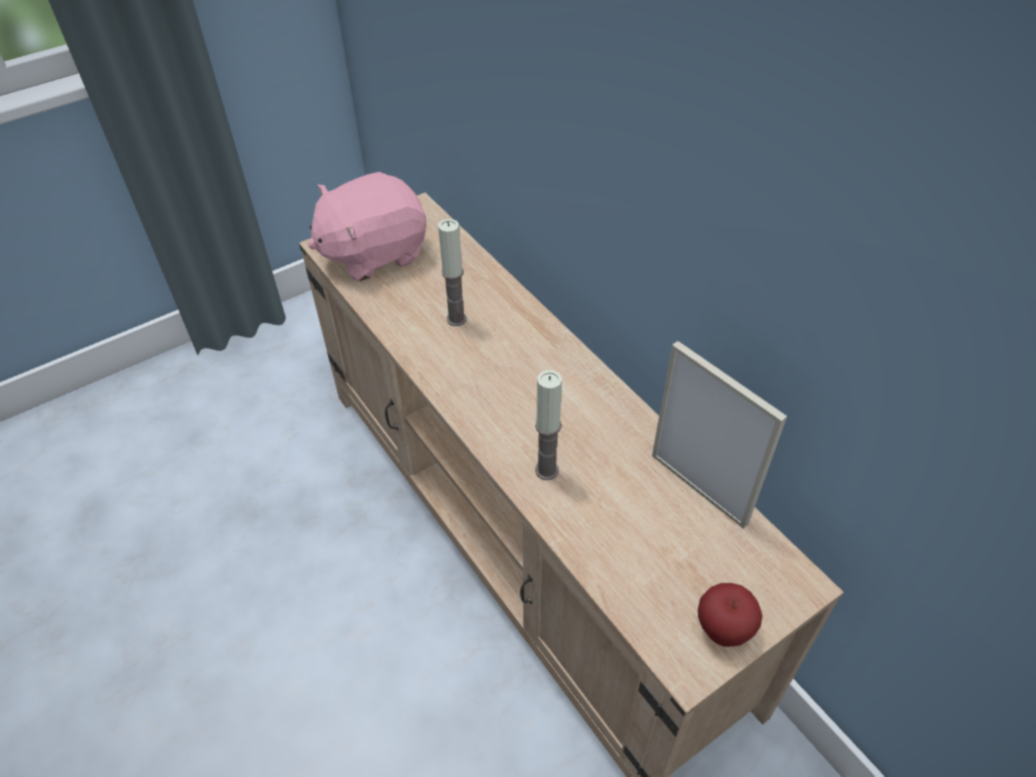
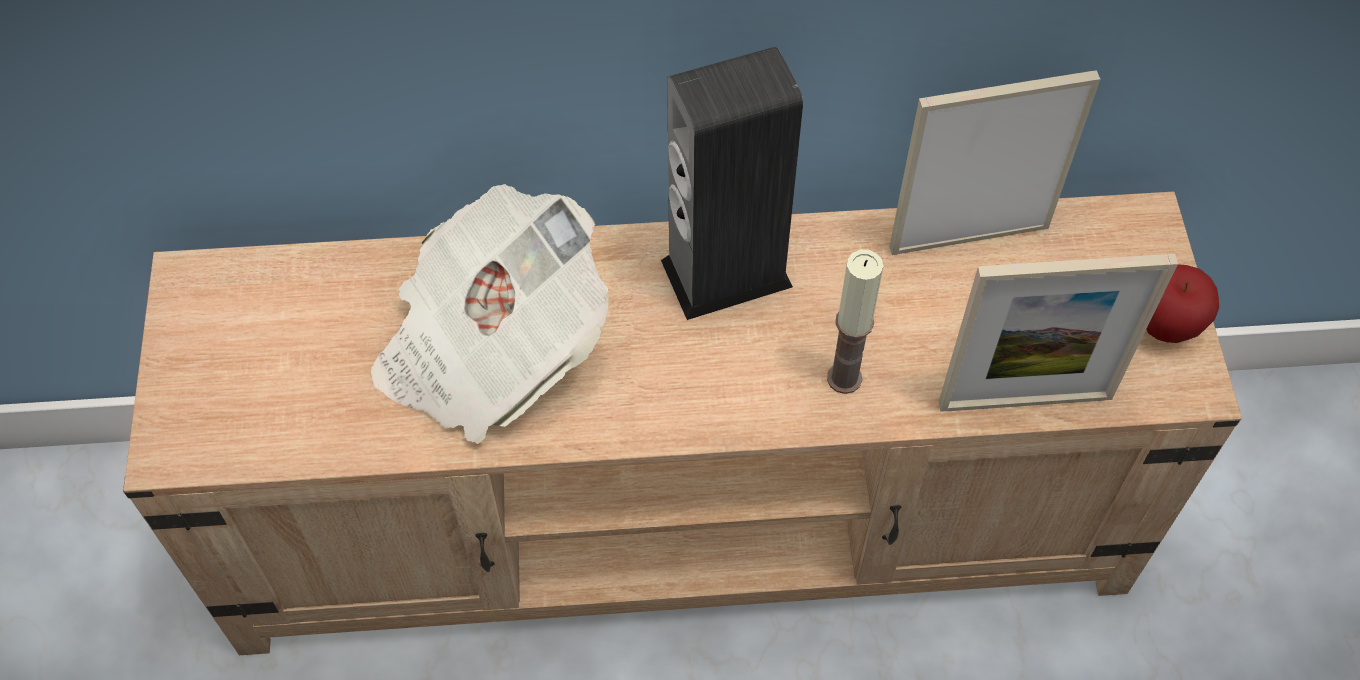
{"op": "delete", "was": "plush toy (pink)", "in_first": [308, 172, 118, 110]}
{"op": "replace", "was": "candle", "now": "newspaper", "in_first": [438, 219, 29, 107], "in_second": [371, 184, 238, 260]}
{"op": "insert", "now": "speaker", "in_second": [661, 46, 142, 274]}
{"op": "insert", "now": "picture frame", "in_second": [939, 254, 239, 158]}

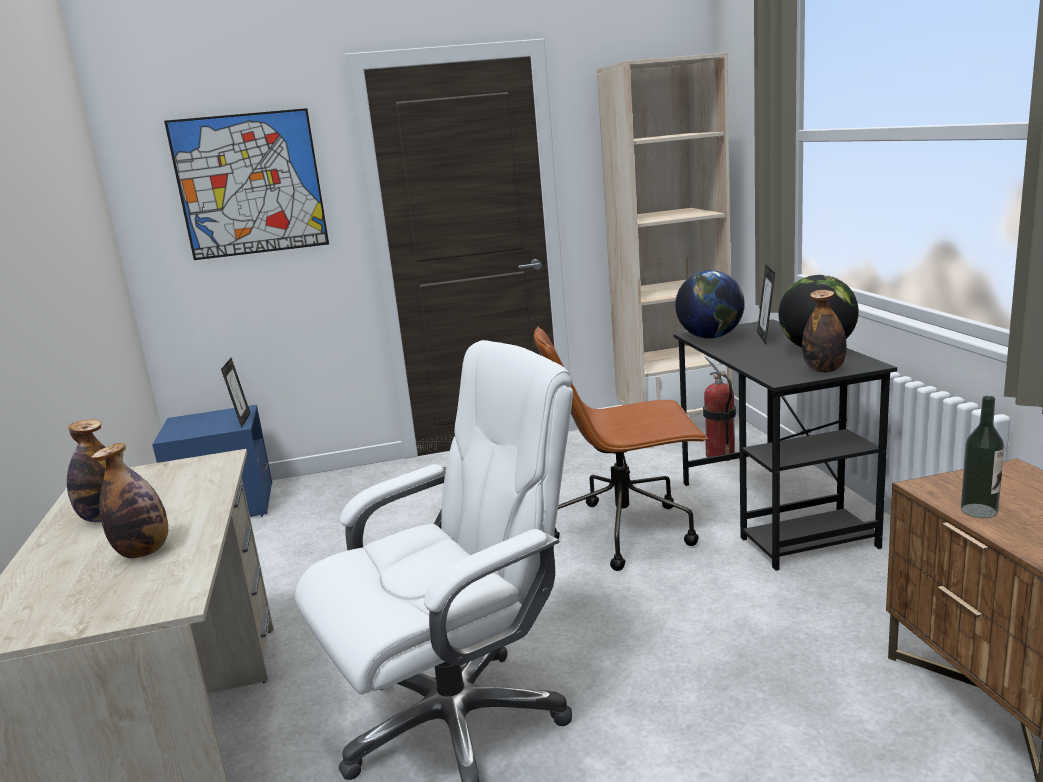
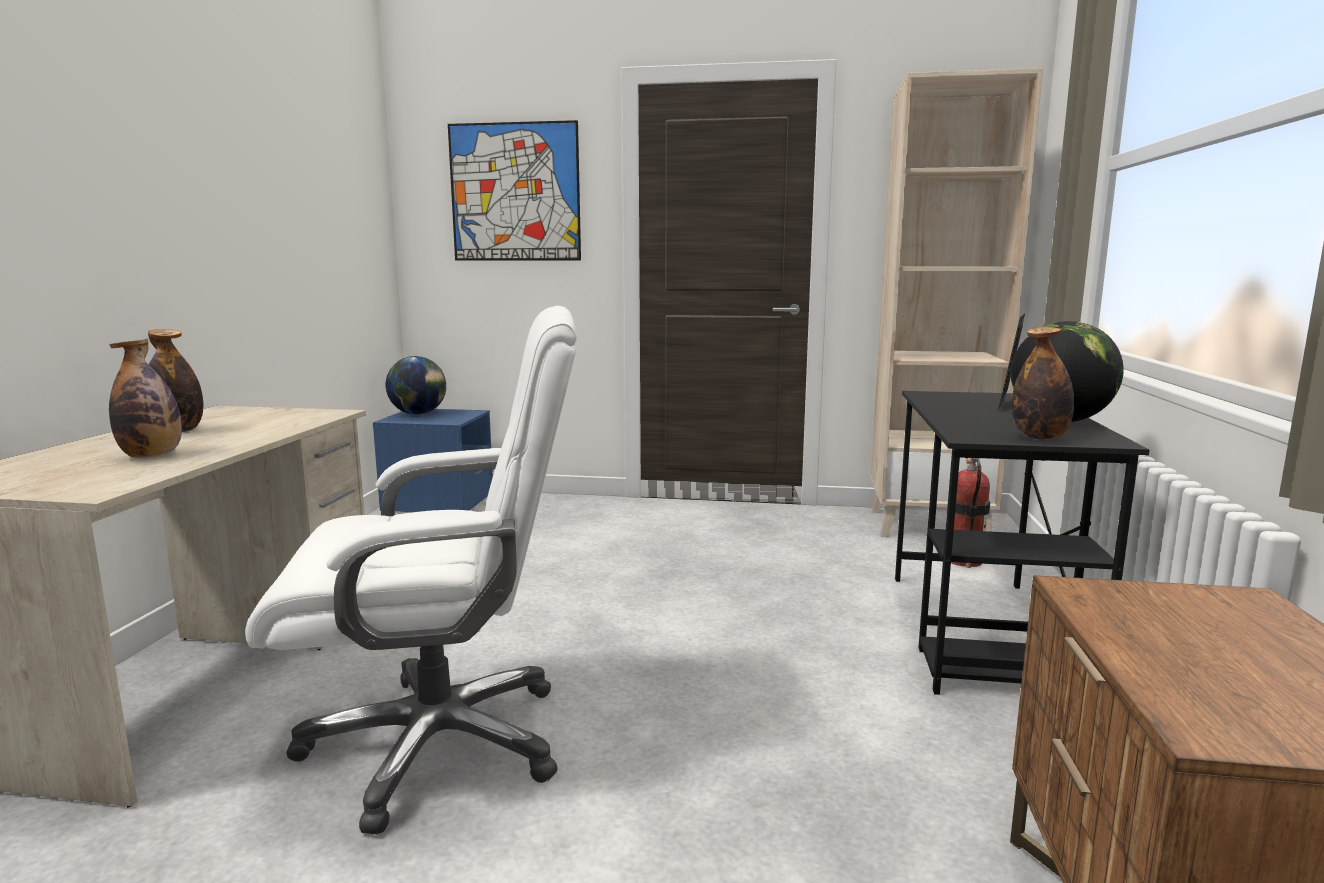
{"op": "delete", "was": "picture frame", "in_first": [221, 358, 29, 70]}
{"op": "delete", "was": "office chair (brown)", "in_first": [534, 327, 174, 244]}
{"op": "move", "was": "globe", "in_first": [675, 270, 70, 69], "in_second": [386, 356, 60, 59]}
{"op": "delete", "was": "bottle", "in_first": [961, 396, 43, 122]}

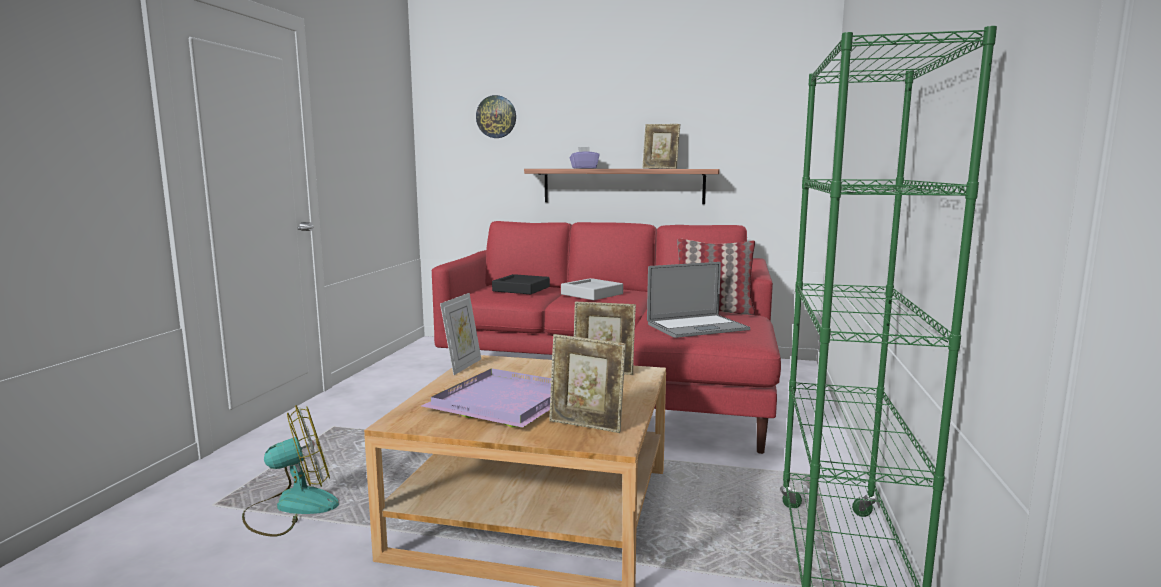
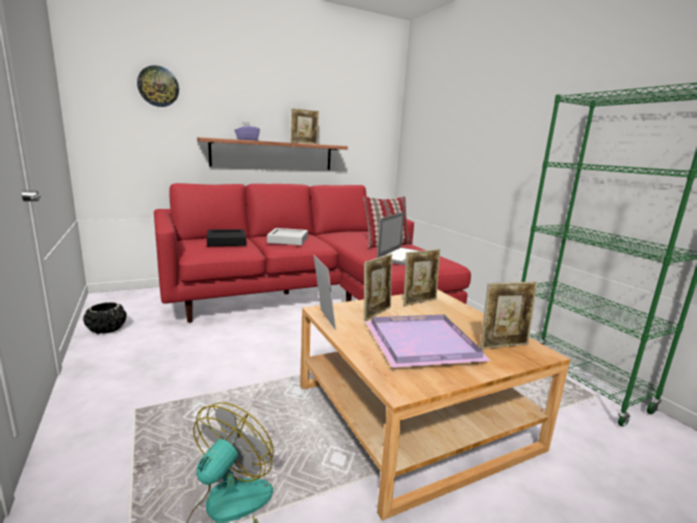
{"op": "insert", "now": "planter (black)", "in_second": [83, 302, 44, 32]}
{"op": "insert", "now": "picture frame", "in_second": [364, 254, 28, 67]}

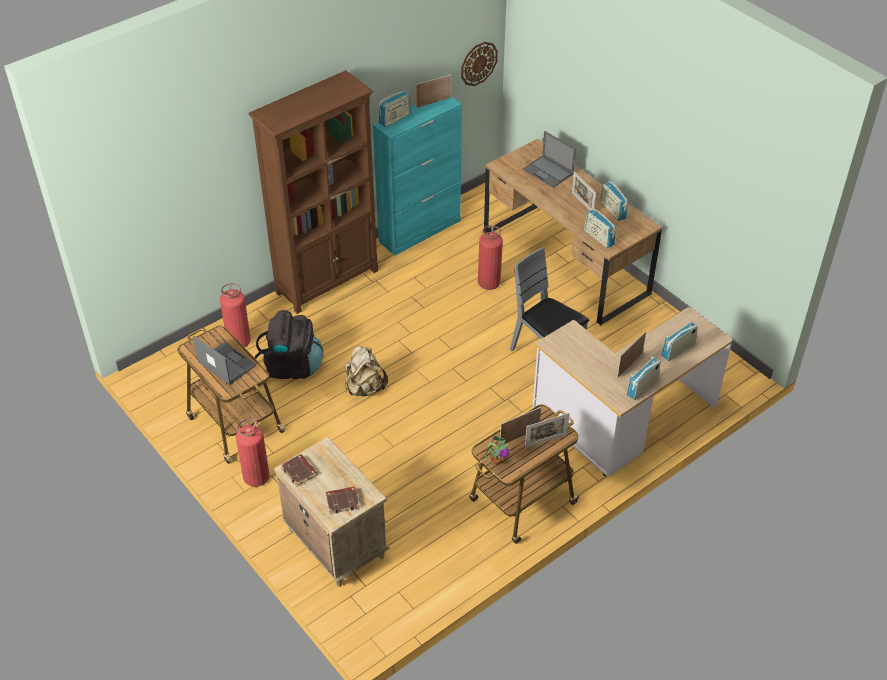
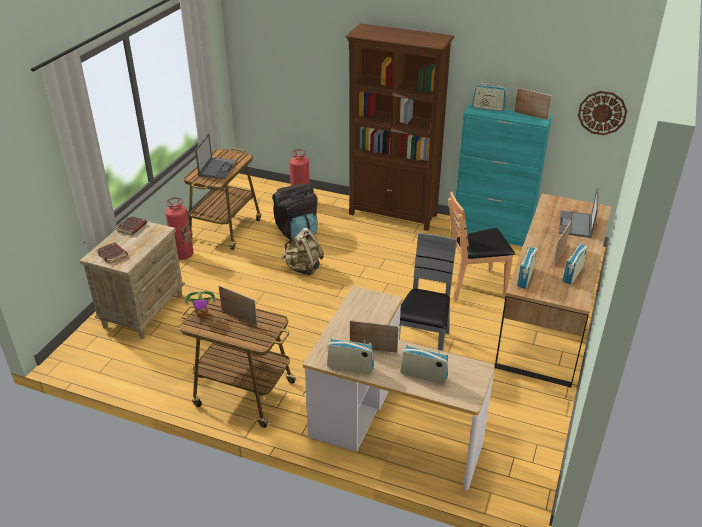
{"op": "replace", "was": "fire extinguisher", "now": "chair (brown)", "in_first": [478, 225, 25, 65], "in_second": [448, 192, 67, 110]}
{"op": "delete", "was": "picture frame", "in_first": [525, 413, 45, 35]}

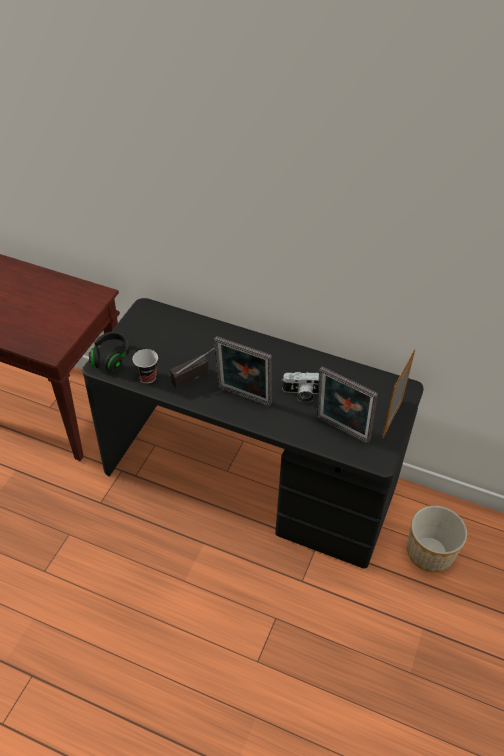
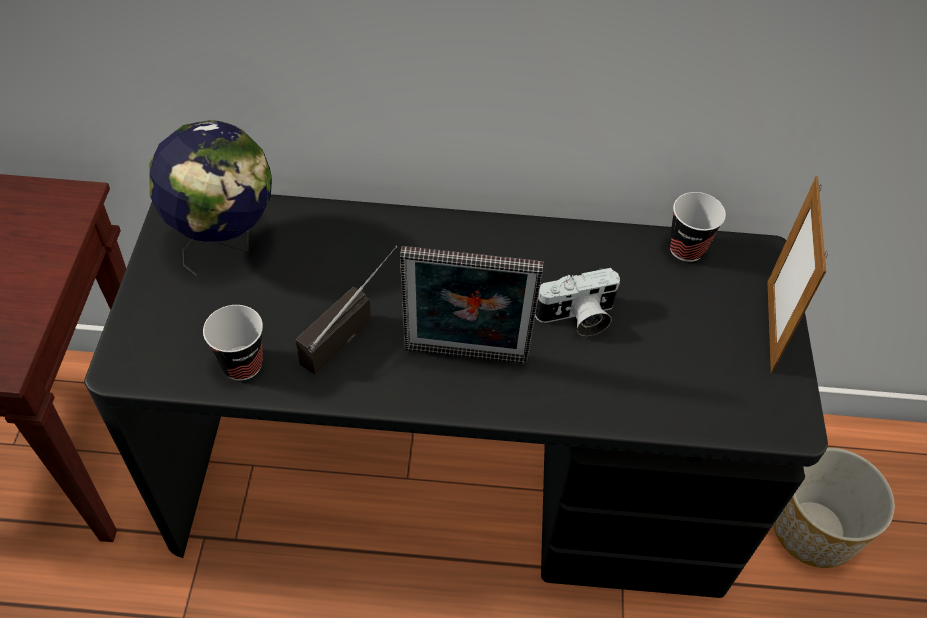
{"op": "delete", "was": "headphones (black)", "in_first": [89, 331, 41, 40]}
{"op": "delete", "was": "picture frame", "in_first": [316, 367, 62, 77]}
{"op": "insert", "now": "globe", "in_second": [149, 120, 123, 156]}
{"op": "insert", "now": "cup", "in_second": [669, 192, 57, 70]}

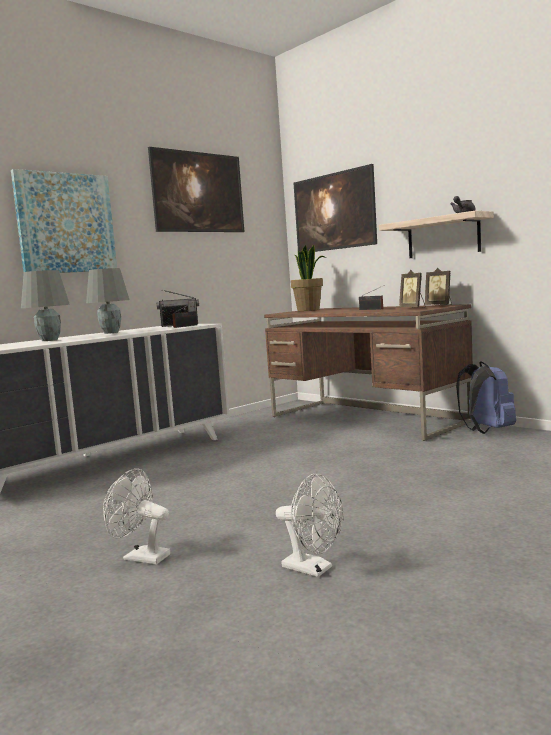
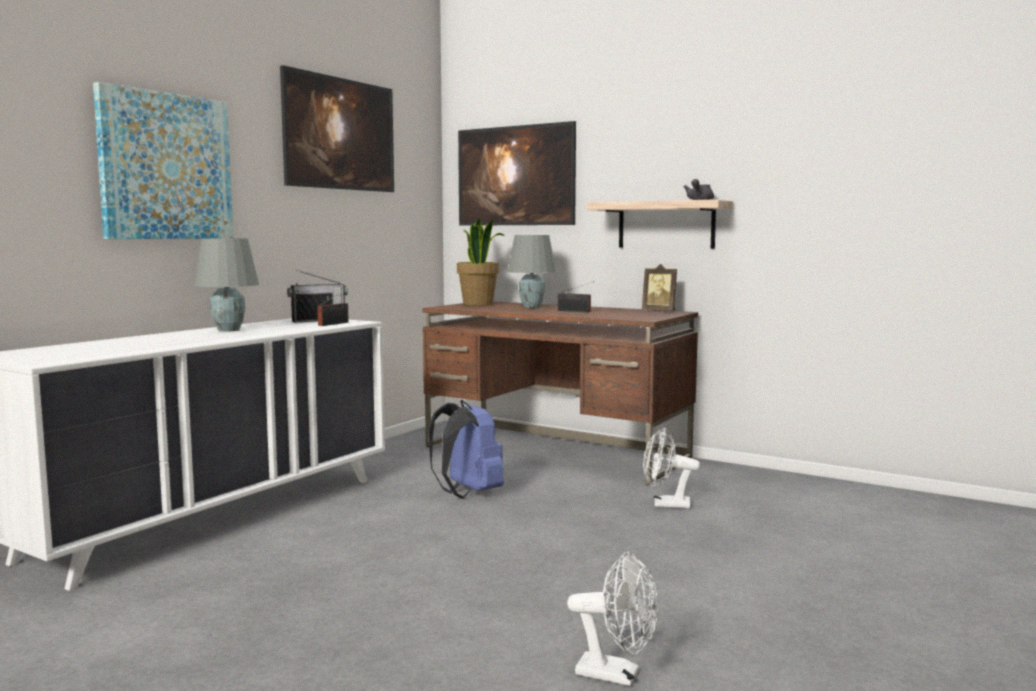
{"op": "move", "was": "table lamp (grey)", "in_first": [21, 270, 49, 71], "in_second": [508, 235, 48, 73]}
{"op": "move", "was": "fan (white)", "in_first": [103, 469, 67, 95], "in_second": [643, 428, 57, 81]}
{"op": "delete", "was": "picture frame", "in_first": [399, 270, 27, 38]}
{"op": "move", "was": "backpack (blue)", "in_first": [456, 361, 60, 73], "in_second": [428, 400, 76, 99]}

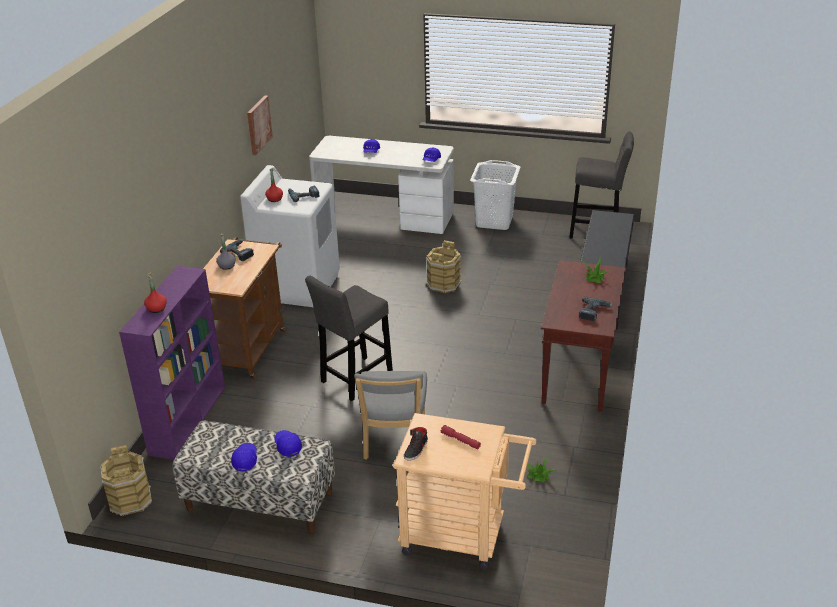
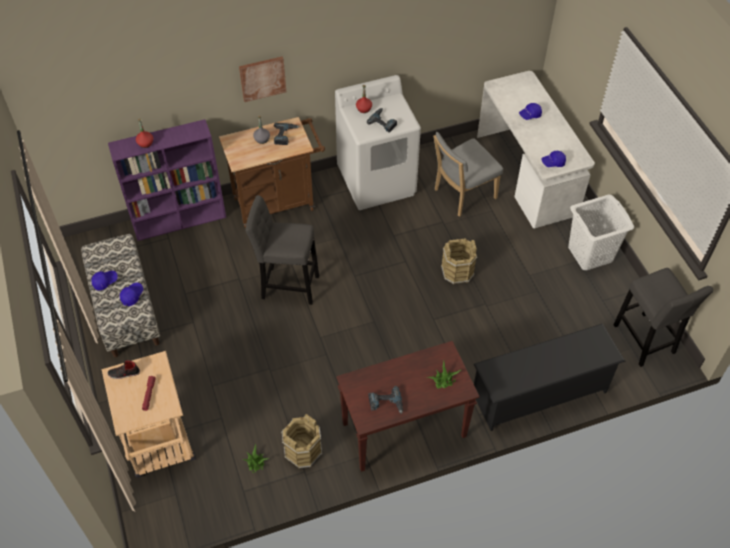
{"op": "move", "was": "bucket (brown)", "in_first": [100, 445, 52, 71], "in_second": [281, 414, 41, 55]}
{"op": "move", "was": "picture", "in_first": [247, 95, 26, 60], "in_second": [239, 56, 47, 46]}
{"op": "move", "was": "chair (grey)", "in_first": [354, 371, 73, 89], "in_second": [433, 132, 70, 85]}

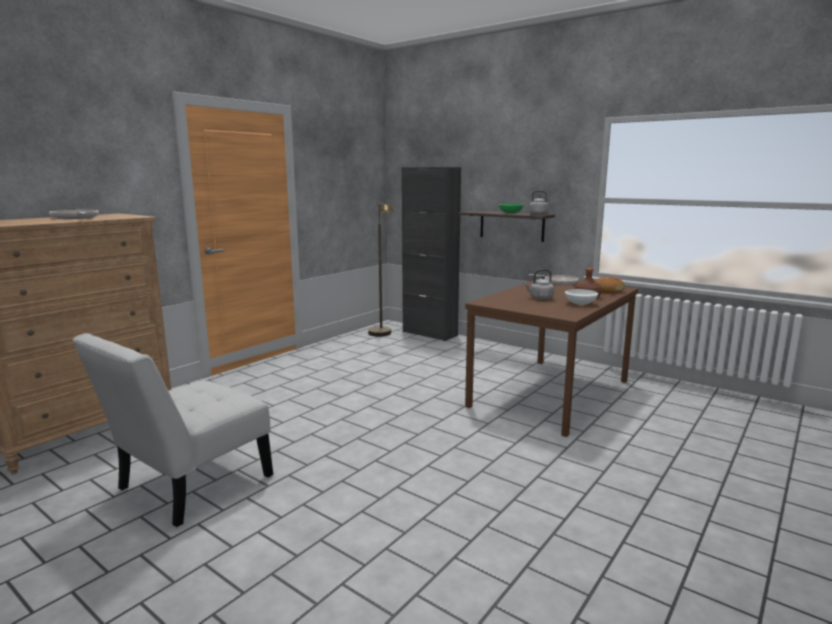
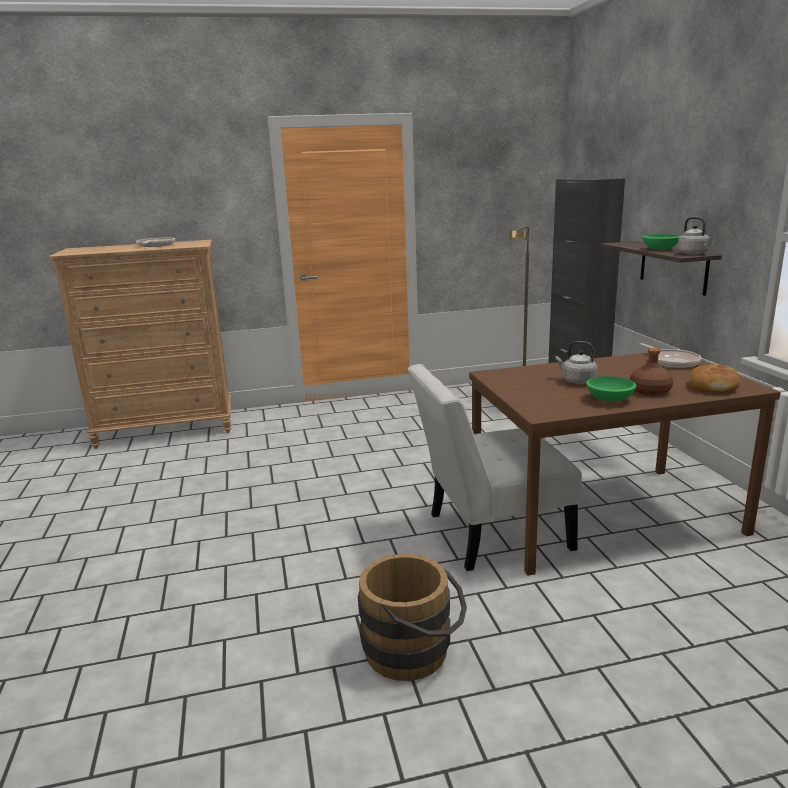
{"op": "move", "was": "chair (white)", "in_first": [72, 333, 201, 194], "in_second": [408, 364, 174, 207]}
{"op": "recolor", "was": "bowl (white)", "now": "bowl (green)", "in_first": [565, 289, 33, 16], "in_second": [586, 376, 50, 26]}
{"op": "insert", "now": "bucket (brown)", "in_second": [358, 554, 109, 127]}

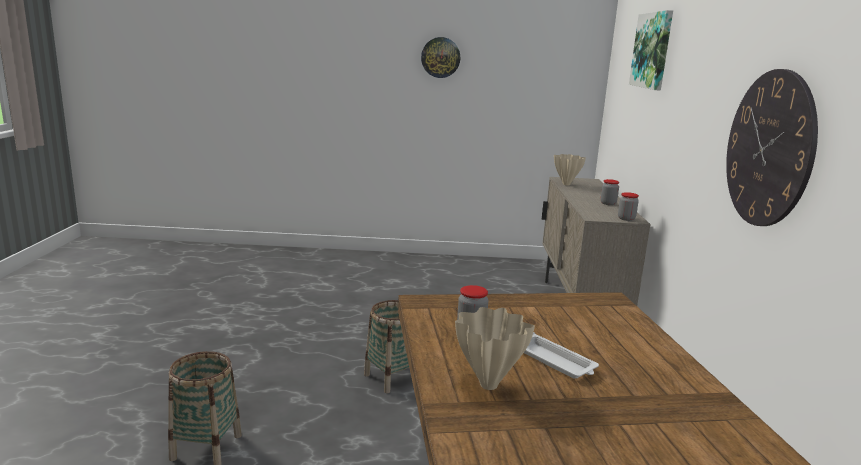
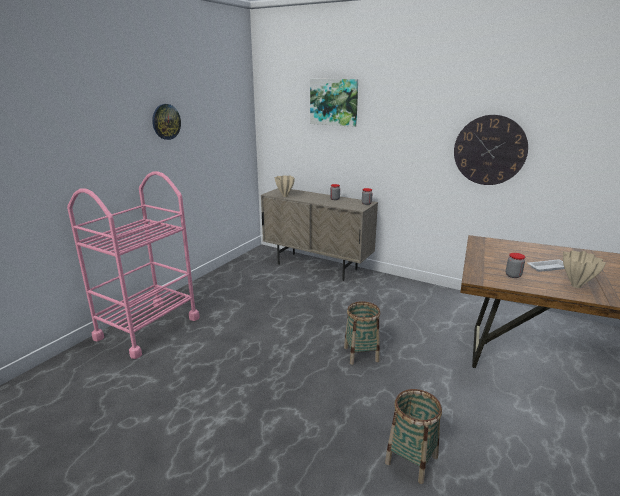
{"op": "insert", "now": "cart (pink)", "in_second": [67, 171, 133, 188]}

